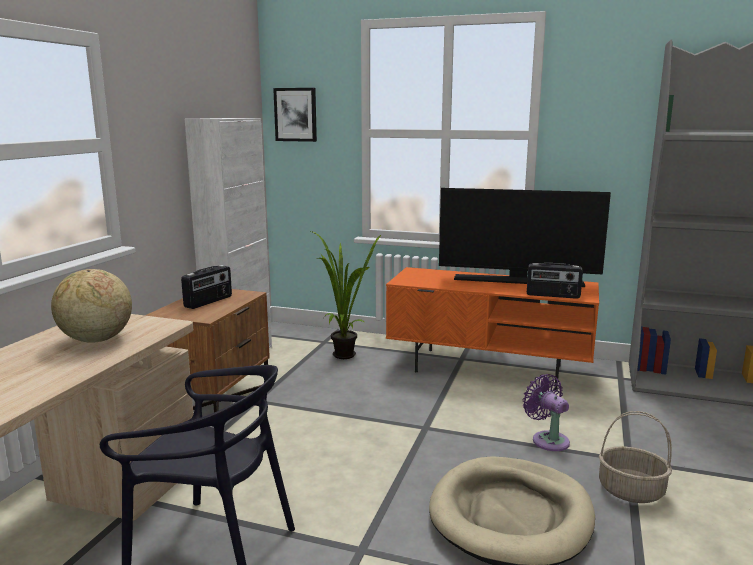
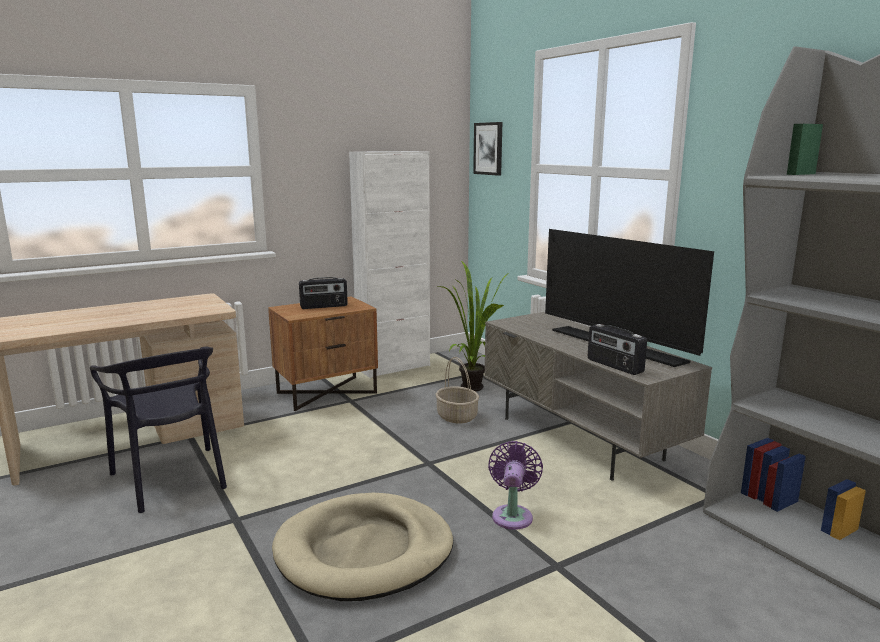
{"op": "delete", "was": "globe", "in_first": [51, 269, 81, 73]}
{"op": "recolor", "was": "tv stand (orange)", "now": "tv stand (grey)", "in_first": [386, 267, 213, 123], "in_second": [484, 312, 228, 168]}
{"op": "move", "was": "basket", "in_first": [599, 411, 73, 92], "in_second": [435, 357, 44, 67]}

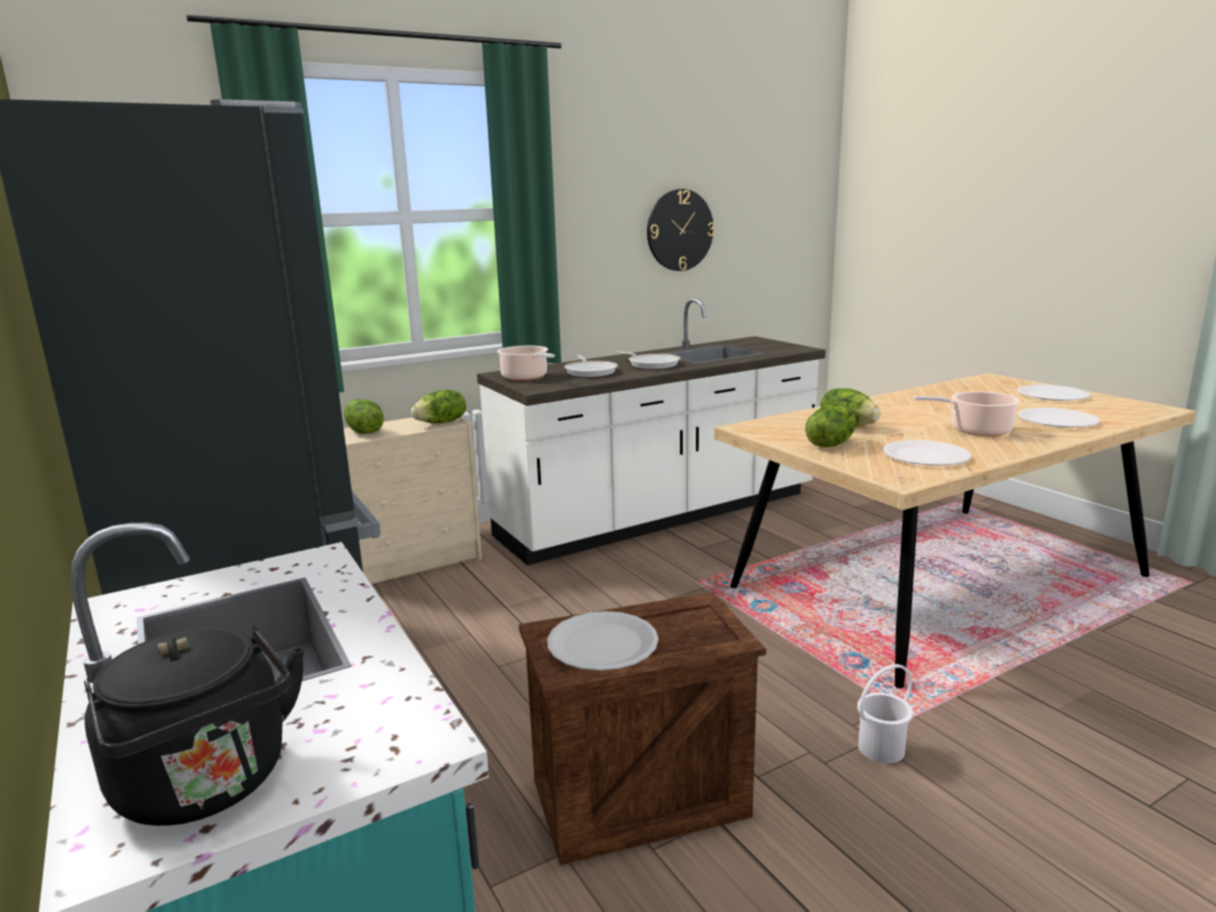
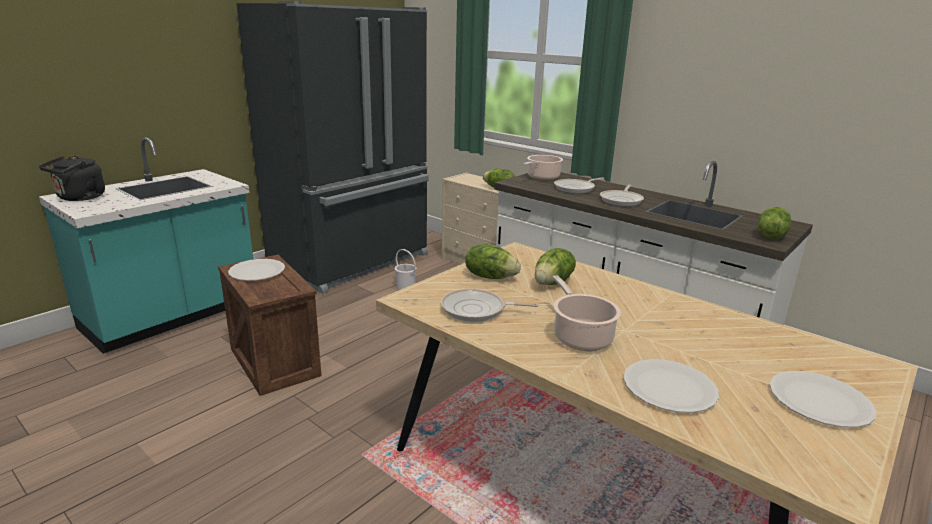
{"op": "move", "was": "lettuce", "in_first": [344, 399, 40, 35], "in_second": [758, 207, 33, 32]}
{"op": "delete", "was": "wall clock", "in_first": [647, 189, 68, 82]}
{"op": "move", "was": "bucket (white)", "in_first": [857, 664, 56, 100], "in_second": [395, 249, 22, 41]}
{"op": "replace", "was": "plate (white)", "now": "frying pan", "in_first": [883, 440, 89, 26], "in_second": [441, 289, 98, 33]}

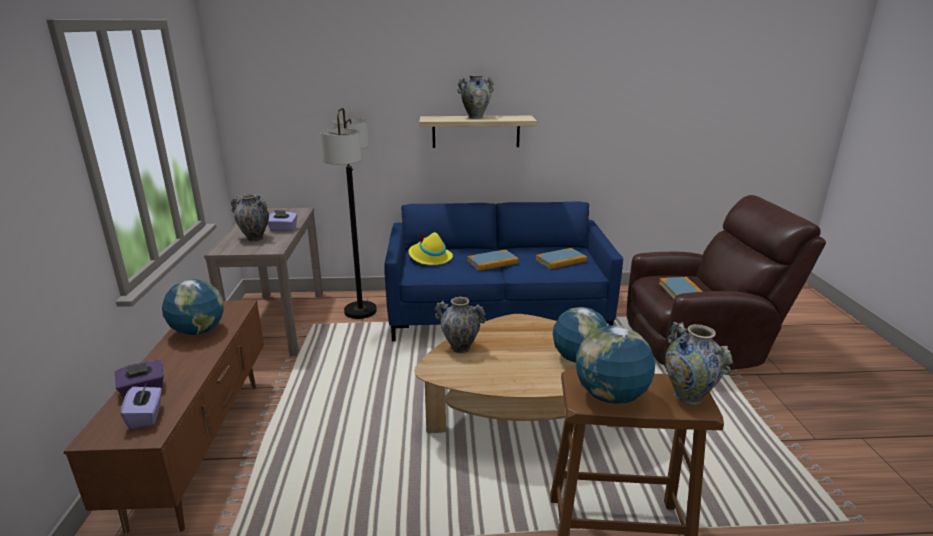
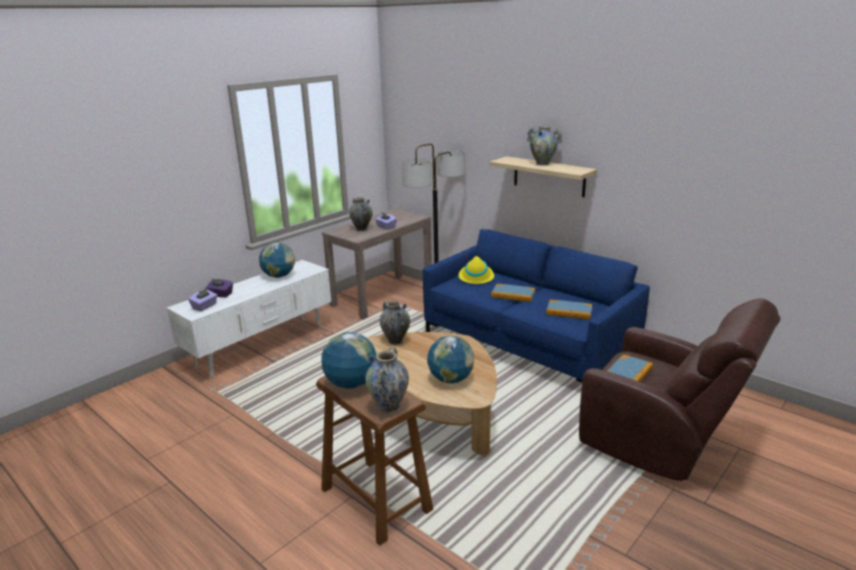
{"op": "recolor", "was": "tv stand (brown)", "now": "tv stand (white)", "in_first": [64, 300, 200, 234], "in_second": [167, 260, 164, 118]}

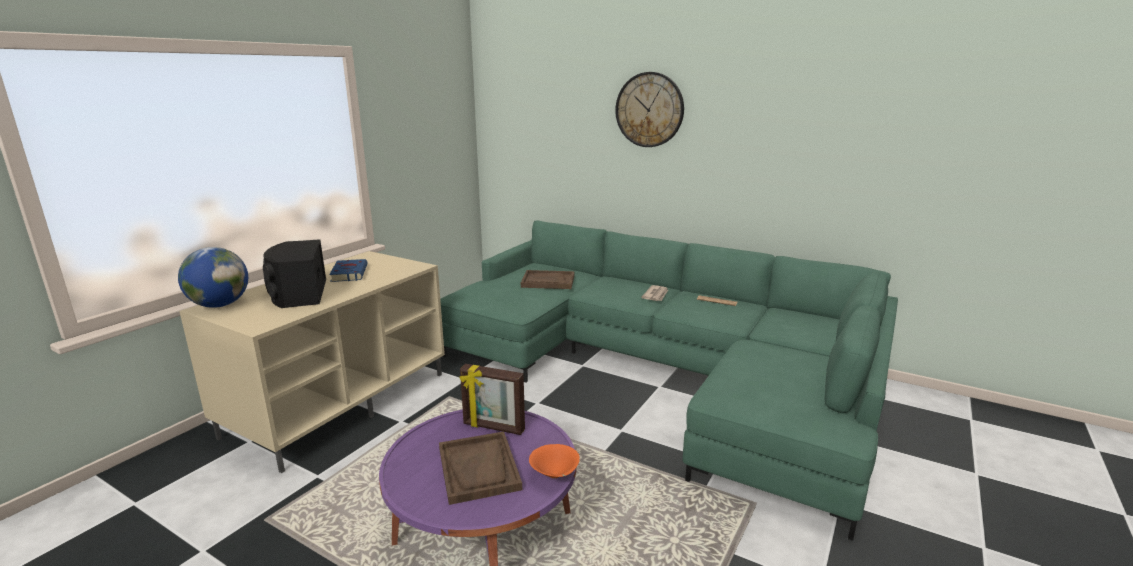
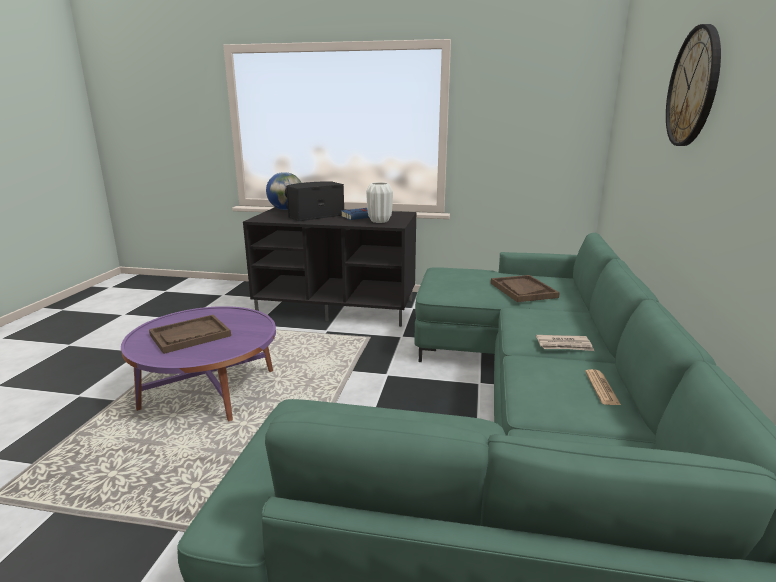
{"op": "recolor", "was": "tv stand (beige)", "now": "tv stand (black)", "in_first": [179, 251, 266, 222], "in_second": [243, 207, 173, 120]}
{"op": "delete", "was": "picture frame", "in_first": [460, 364, 65, 71]}
{"op": "delete", "was": "bowl (orange)", "in_first": [529, 444, 51, 35]}
{"op": "insert", "now": "vase (white)", "in_second": [366, 182, 27, 41]}

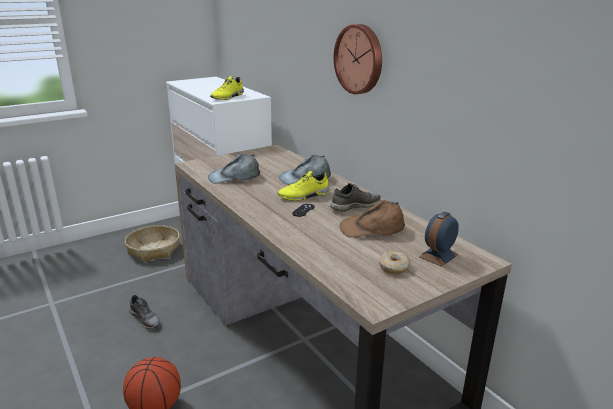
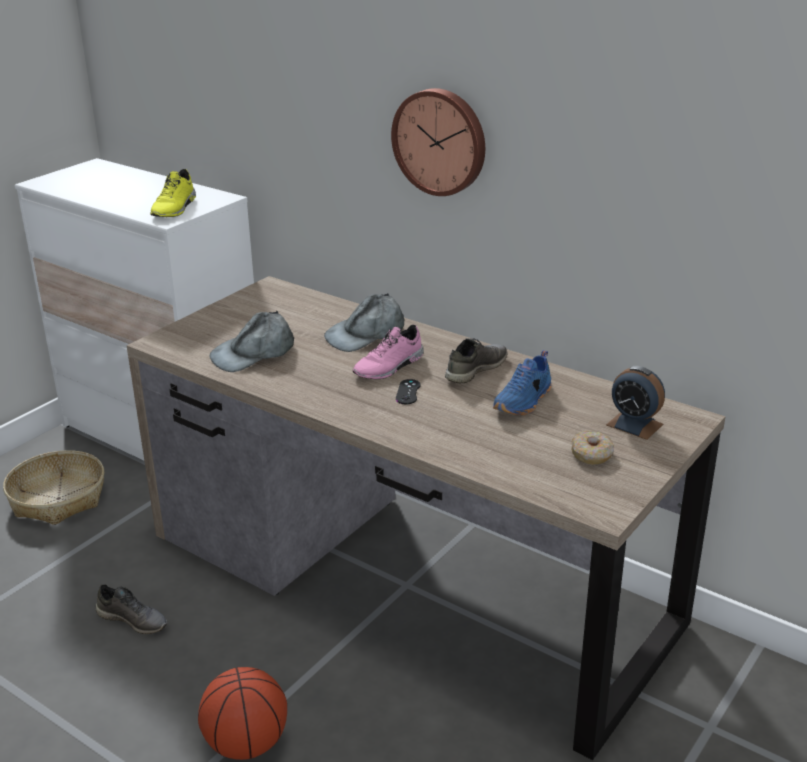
{"op": "recolor", "was": "shoe (yellow)", "now": "shoe (pink)", "in_first": [277, 171, 53, 30], "in_second": [352, 325, 72, 54]}
{"op": "replace", "was": "cap (brown)", "now": "shoe (blue)", "in_first": [340, 200, 65, 38], "in_second": [493, 350, 59, 65]}
{"op": "rotate", "was": "alarm clock", "in_first": [419, 212, 40, 55], "in_second": [606, 366, 59, 74], "clockwise": -75}

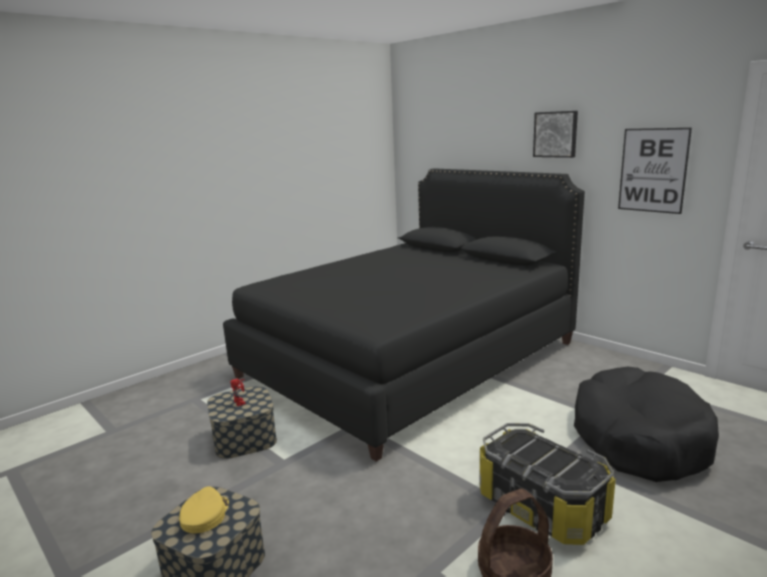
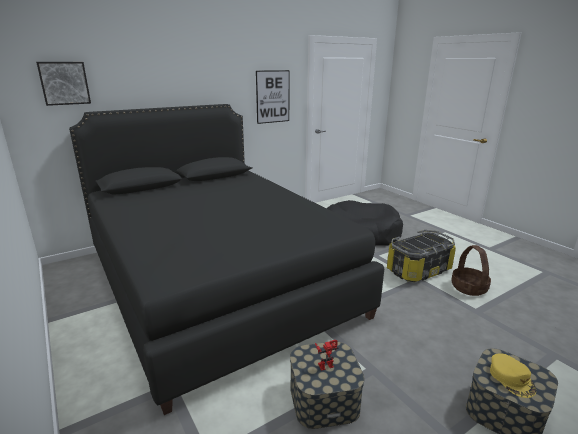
{"op": "rotate", "was": "cap (yellow)", "in_first": [179, 486, 50, 47], "in_second": [490, 353, 46, 45], "clockwise": -120}
{"op": "move", "was": "picture", "in_first": [533, 111, 45, 47], "in_second": [36, 62, 55, 44]}

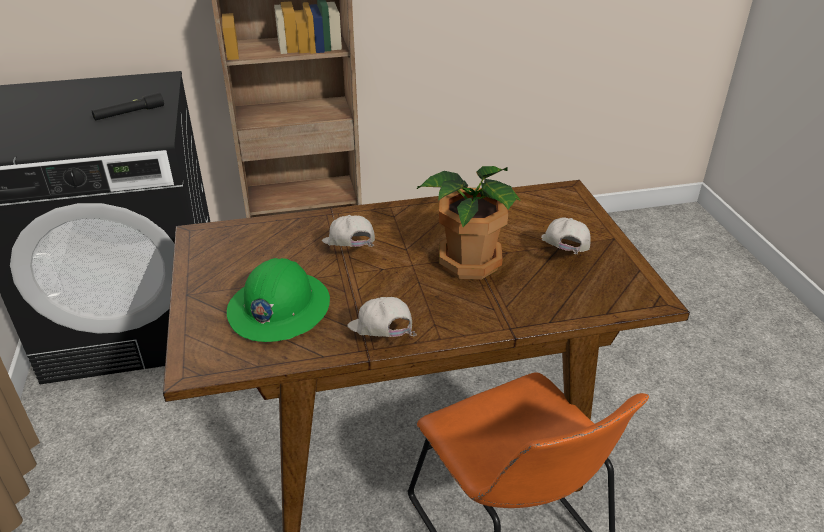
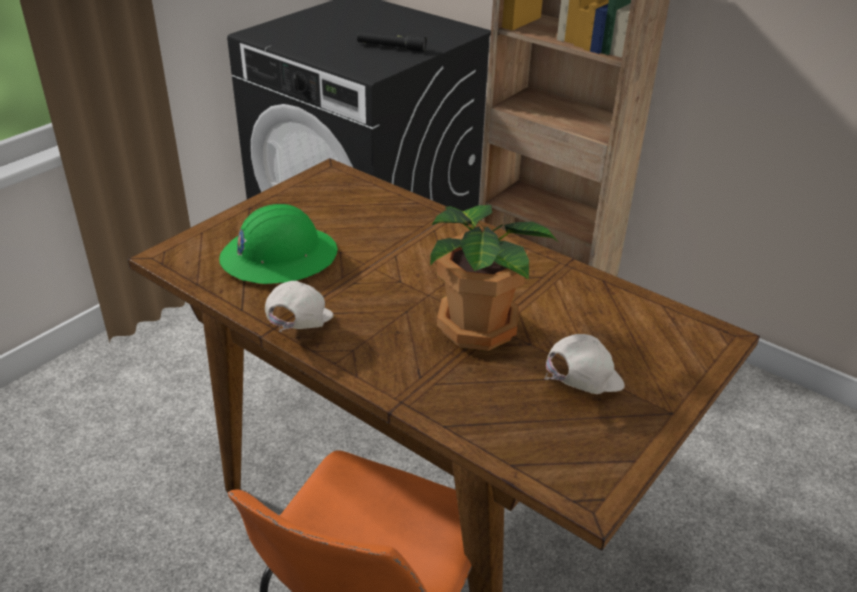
{"op": "delete", "was": "cap (white)", "in_first": [322, 215, 53, 32]}

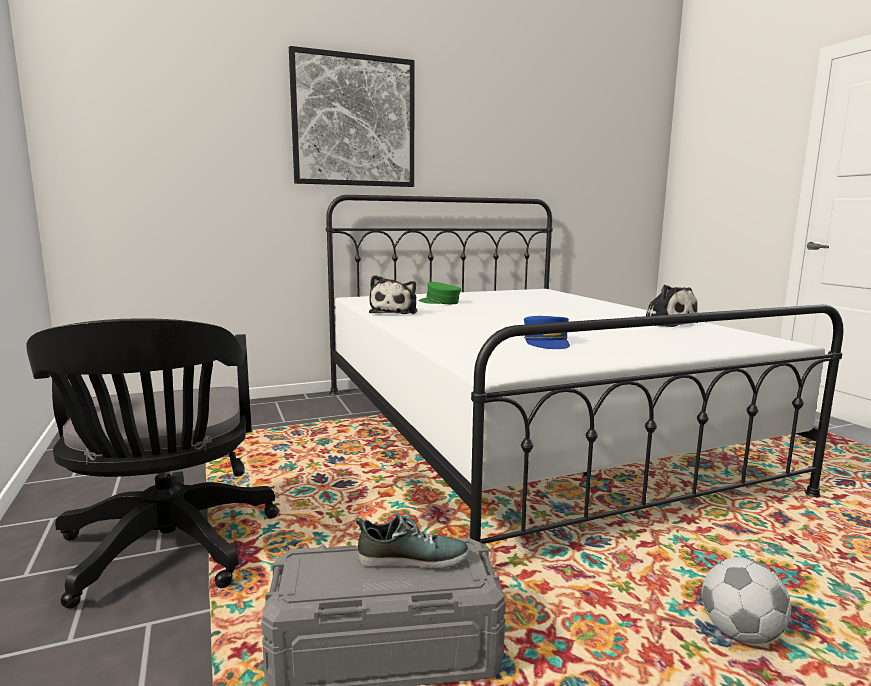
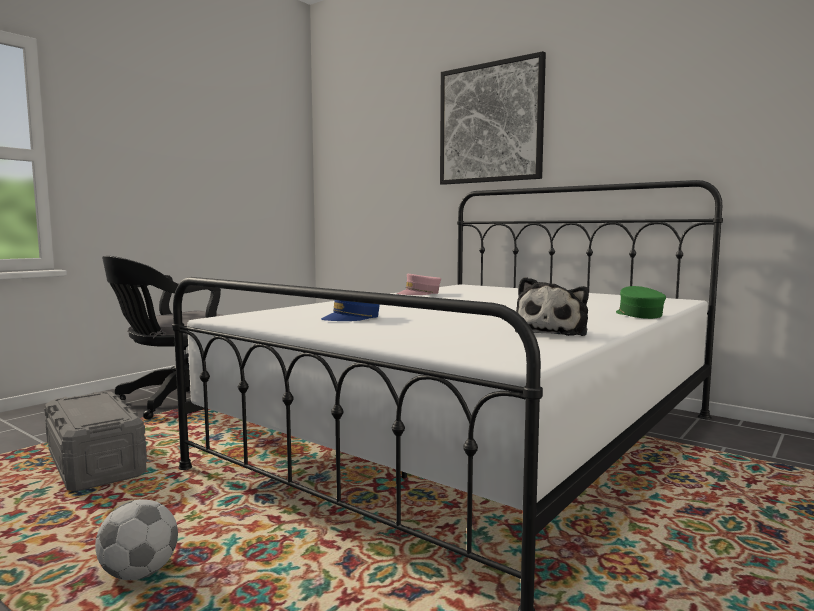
{"op": "delete", "was": "shoe", "in_first": [356, 514, 113, 55]}
{"op": "replace", "was": "plush toy", "now": "cap (pink)", "in_first": [369, 275, 49, 39], "in_second": [397, 274, 44, 21]}
{"op": "move", "was": "cap (green)", "in_first": [418, 282, 43, 22], "in_second": [616, 286, 50, 33]}

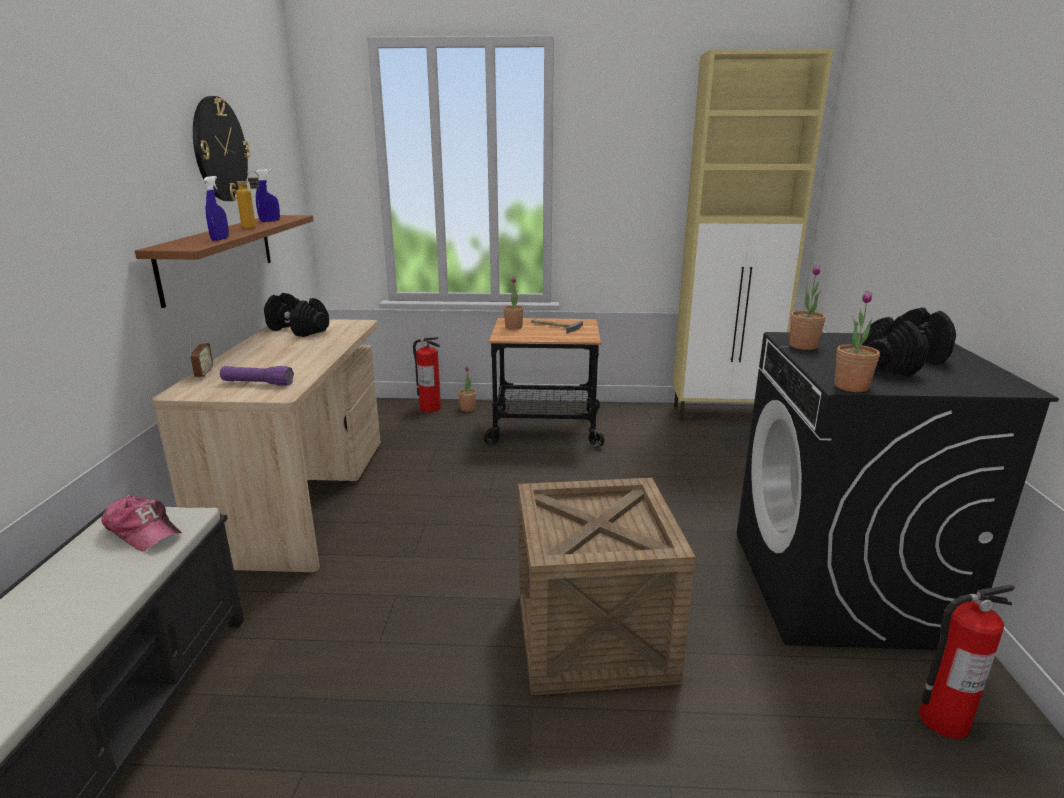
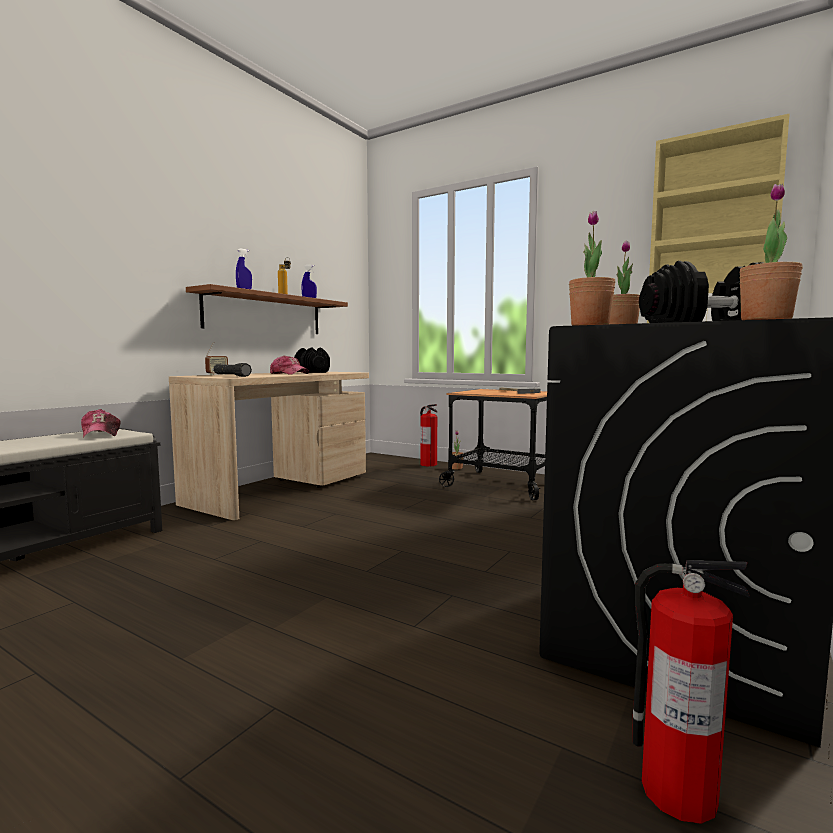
{"op": "delete", "was": "wall clock", "in_first": [193, 96, 57, 105]}
{"op": "recolor", "was": "flashlight (purple)", "now": "flashlight (black)", "in_first": [220, 366, 74, 20], "in_second": [214, 363, 38, 14]}
{"op": "move", "was": "potted plant", "in_first": [503, 277, 21, 53], "in_second": [739, 183, 64, 137]}
{"op": "delete", "was": "crate", "in_first": [518, 478, 178, 217]}
{"op": "insert", "now": "cap", "in_second": [270, 356, 39, 19]}

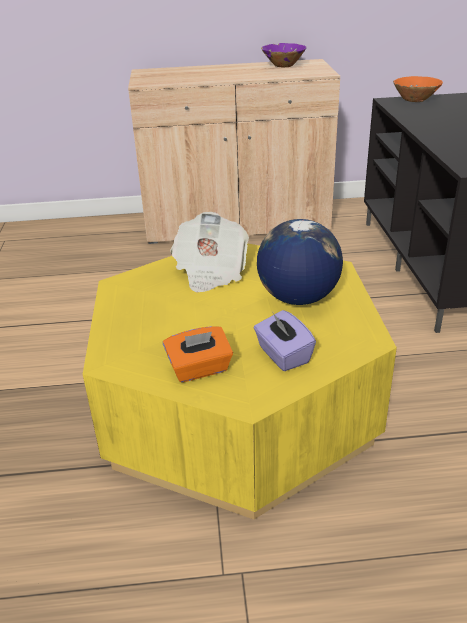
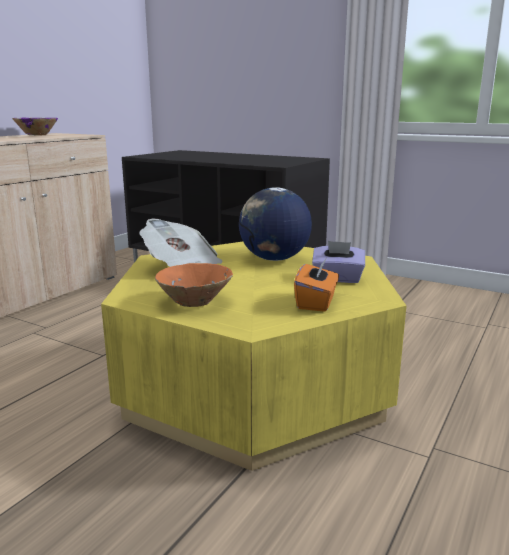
{"op": "move", "was": "bowl (orange)", "in_first": [393, 76, 50, 26], "in_second": [155, 263, 78, 44]}

